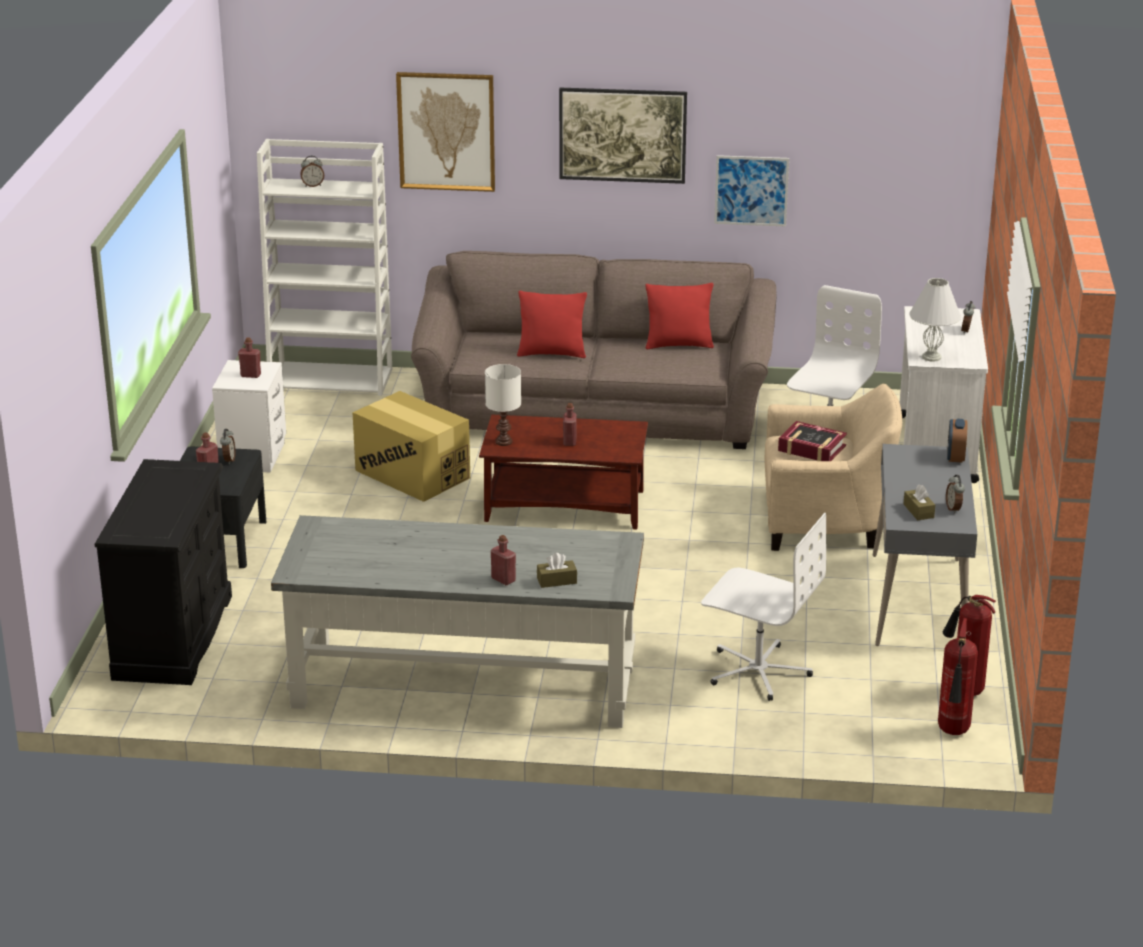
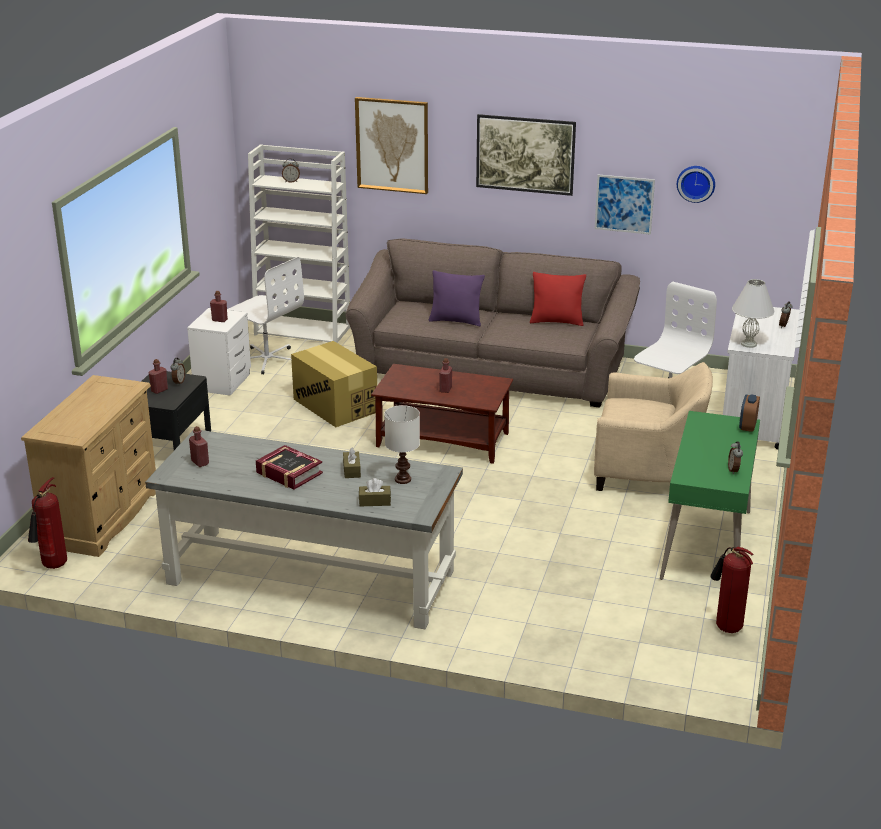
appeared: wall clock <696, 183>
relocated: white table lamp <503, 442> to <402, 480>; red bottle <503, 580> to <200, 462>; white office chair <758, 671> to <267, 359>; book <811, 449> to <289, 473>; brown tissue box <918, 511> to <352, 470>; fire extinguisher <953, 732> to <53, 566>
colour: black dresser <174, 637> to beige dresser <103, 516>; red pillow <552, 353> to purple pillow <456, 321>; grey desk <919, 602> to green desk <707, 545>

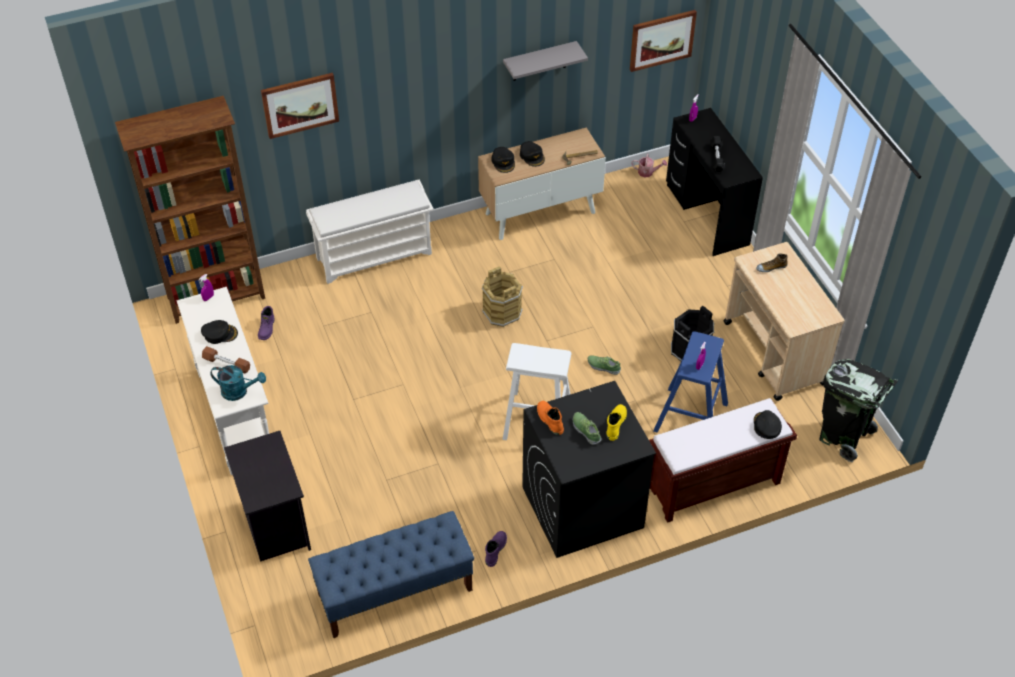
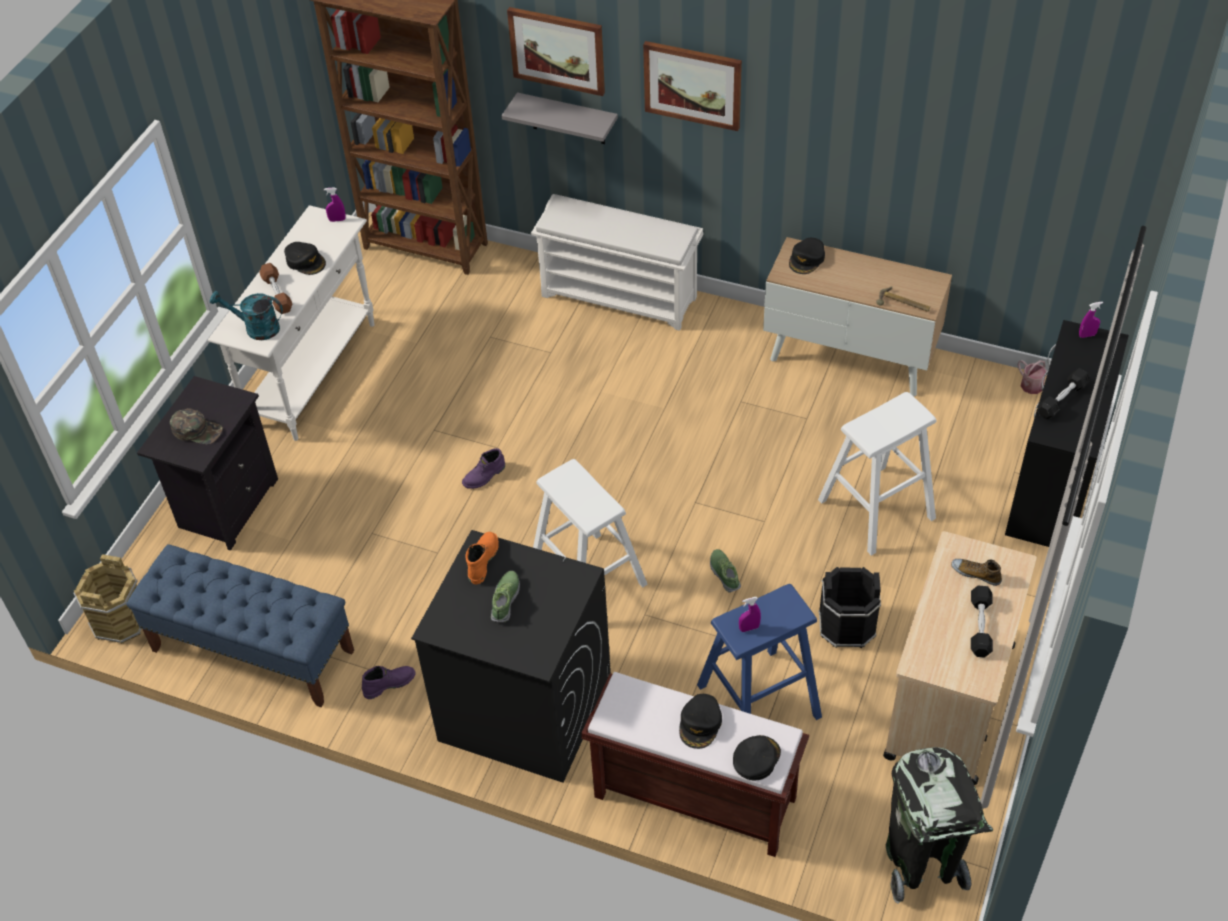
missing: yellow boot <615, 424>
appeared: green cap <197, 430>; white stool <876, 509>; black dumbbell <980, 626>
relocated: purple boot <267, 329> to <484, 476>; brown bucket <502, 312> to <121, 620>; grey shelf <539, 61> to <568, 119>; black cap <532, 156> to <700, 724>; picture <662, 40> to <693, 84>
spun: turquoise watering can <239, 391> = <256, 328> 135 degrees clockwise

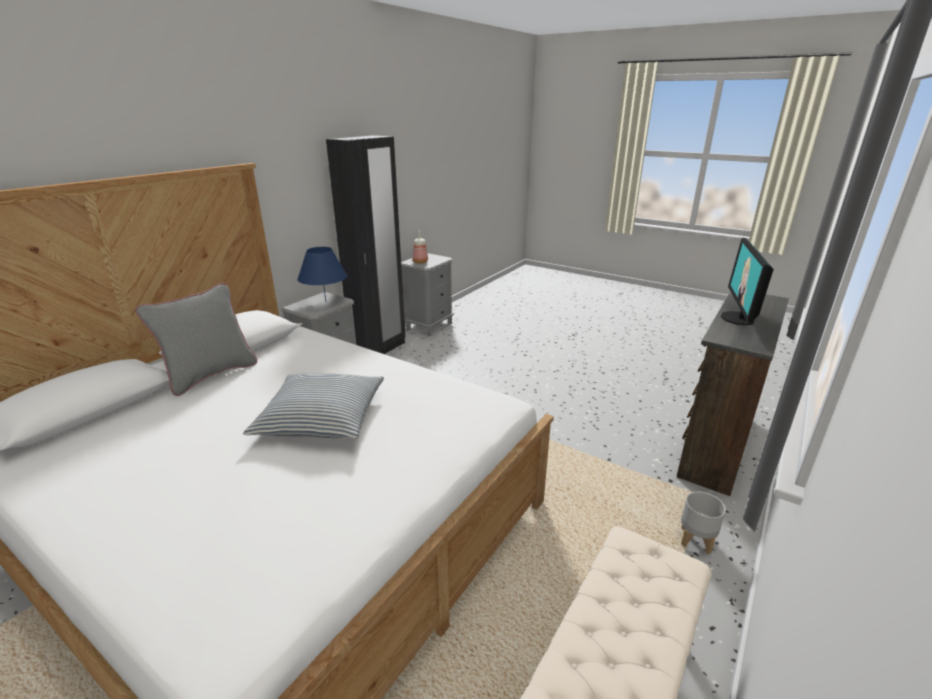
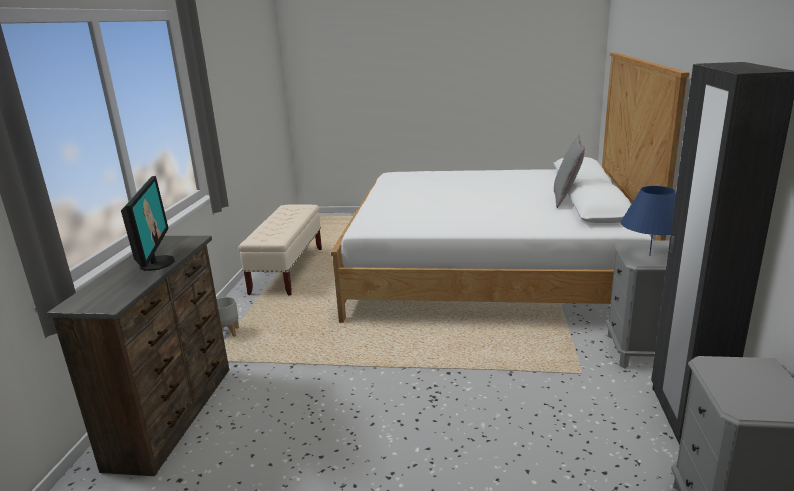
missing: pillow <321, 418>; bottle <420, 262>

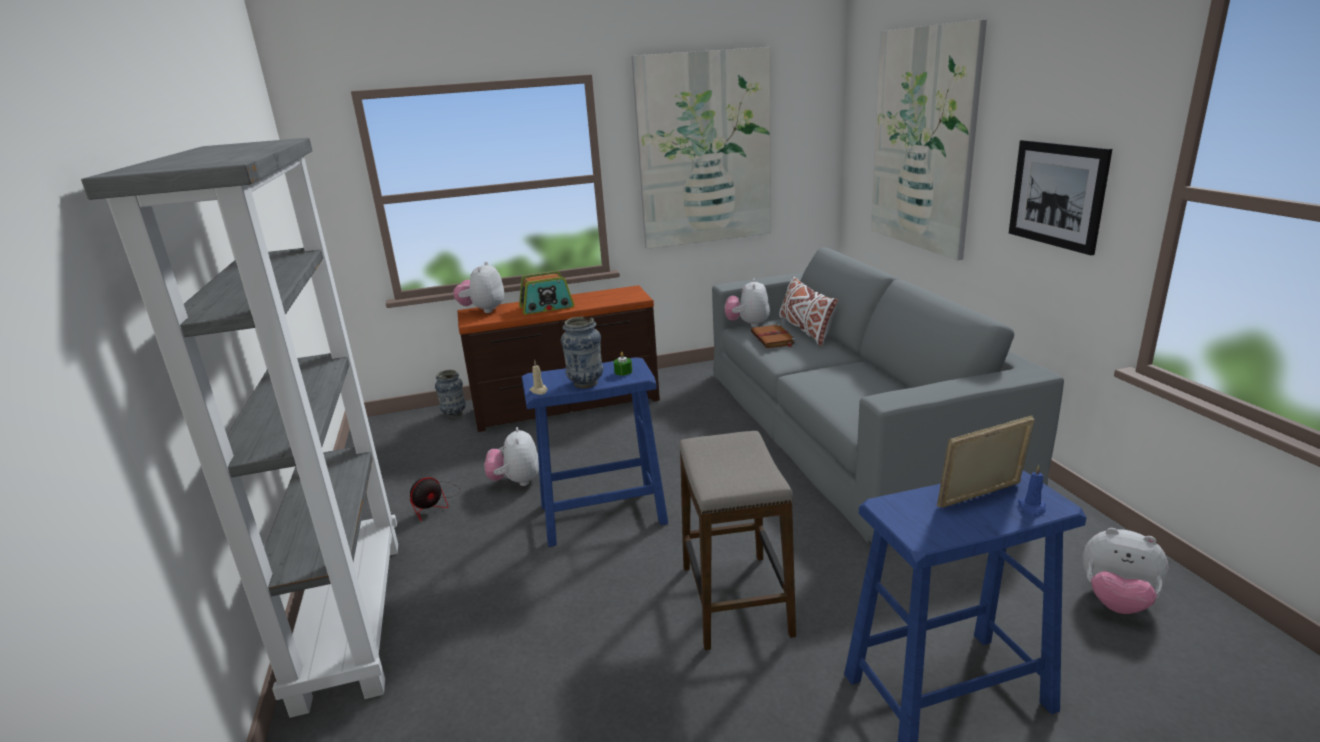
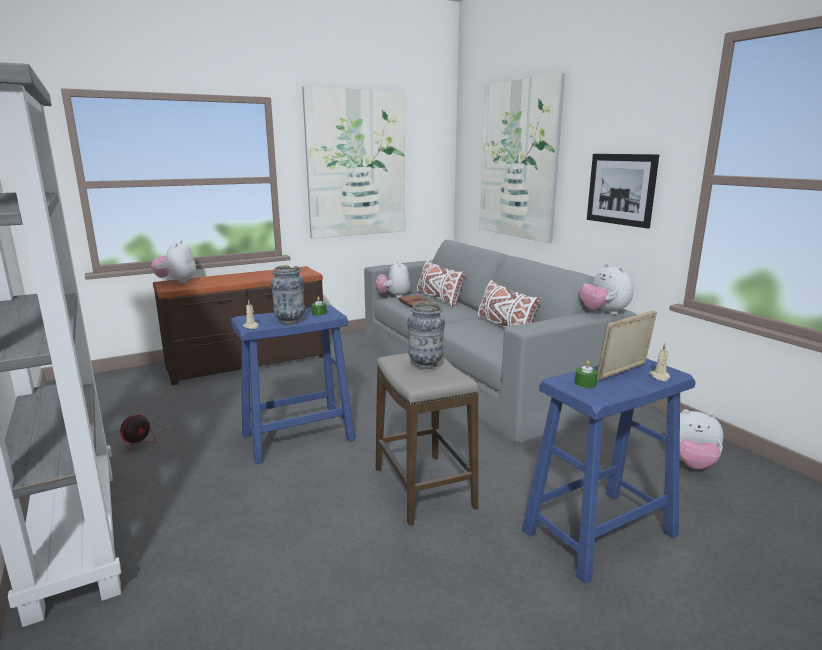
missing: radio <547, 307>
appeared: white pillow <505, 327>; green candle <585, 383>
relocated: vase <454, 414> to <425, 365>; plush toy <516, 481> to <604, 313>
colour: blue candle <1032, 508> to beige candle <660, 377>

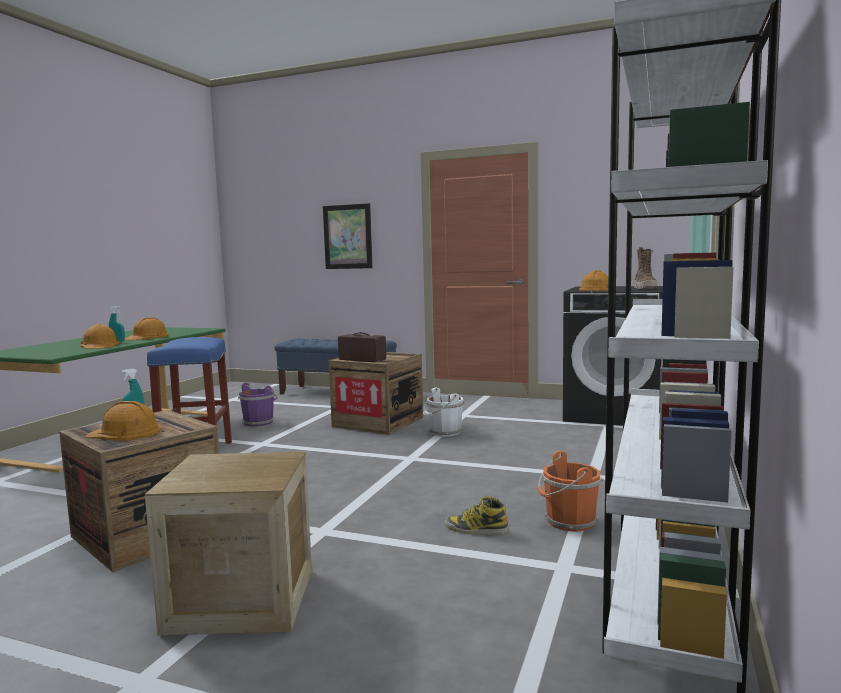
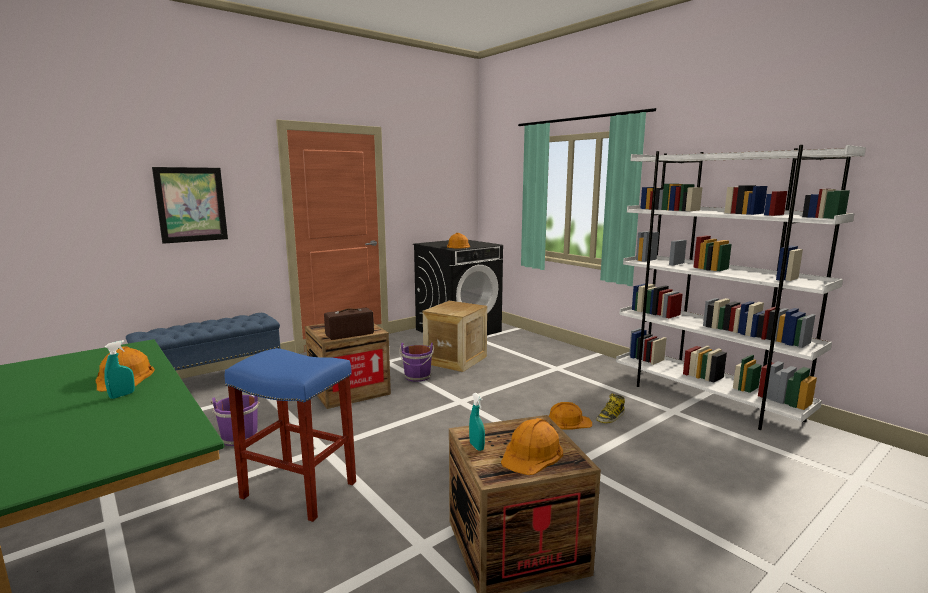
missing: orange bucket <569, 522>; boot <644, 288>
relocated: orange hard hat <100, 345> to <568, 421>; crate <241, 600> to <455, 360>
colour: white bucket <444, 432> to purple bucket <417, 377>

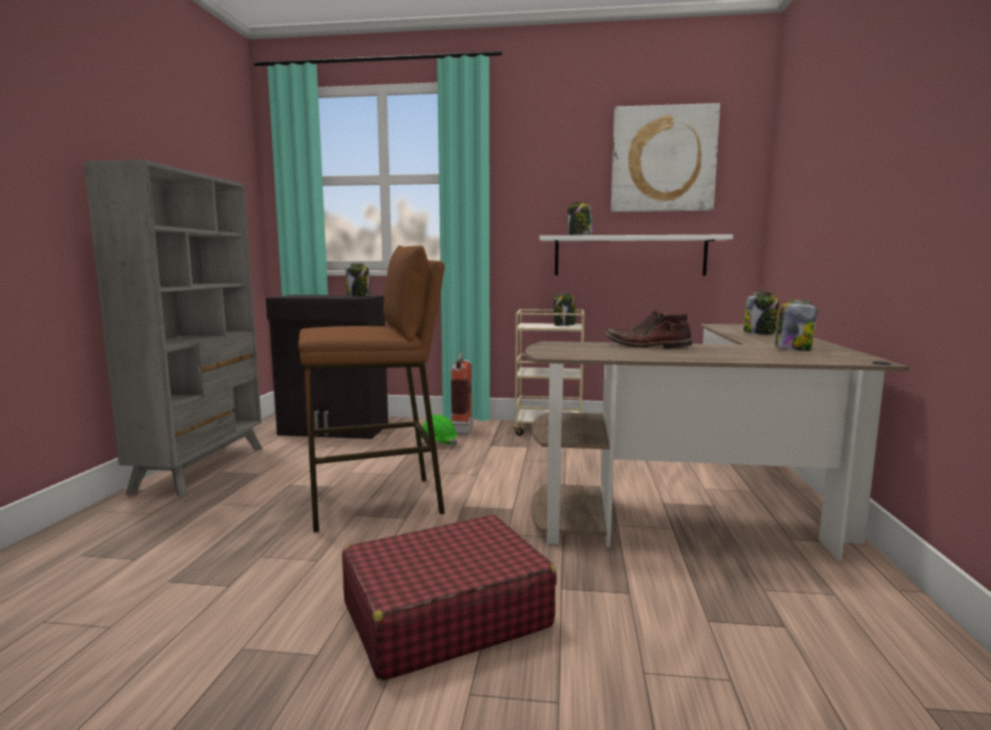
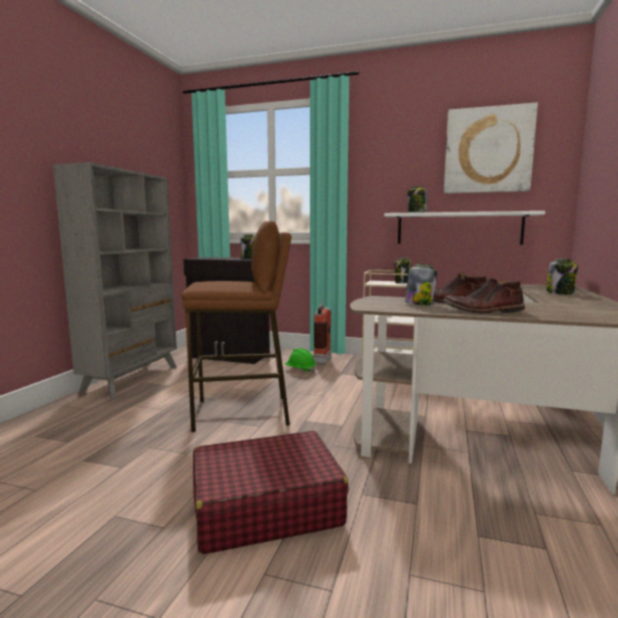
appeared: brown boot <483, 311>
relocated: jar <792, 349> to <419, 304>

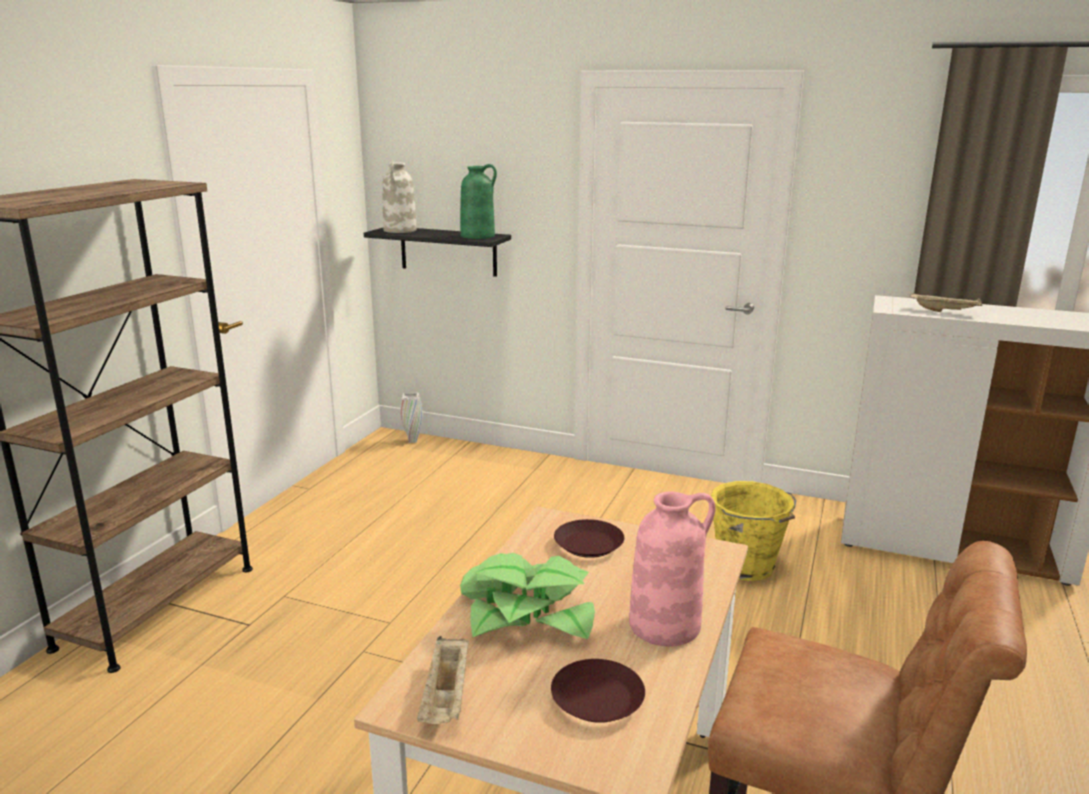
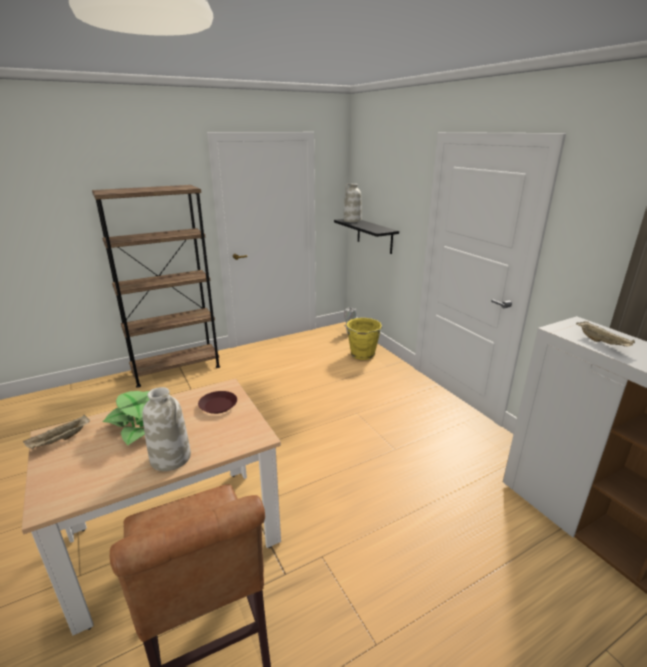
missing: green vase <478, 236>; brown plate <598, 699>
relocated: yellow bucket <747, 567> to <362, 355>
colour: pink vase <665, 625> to white vase <171, 458>

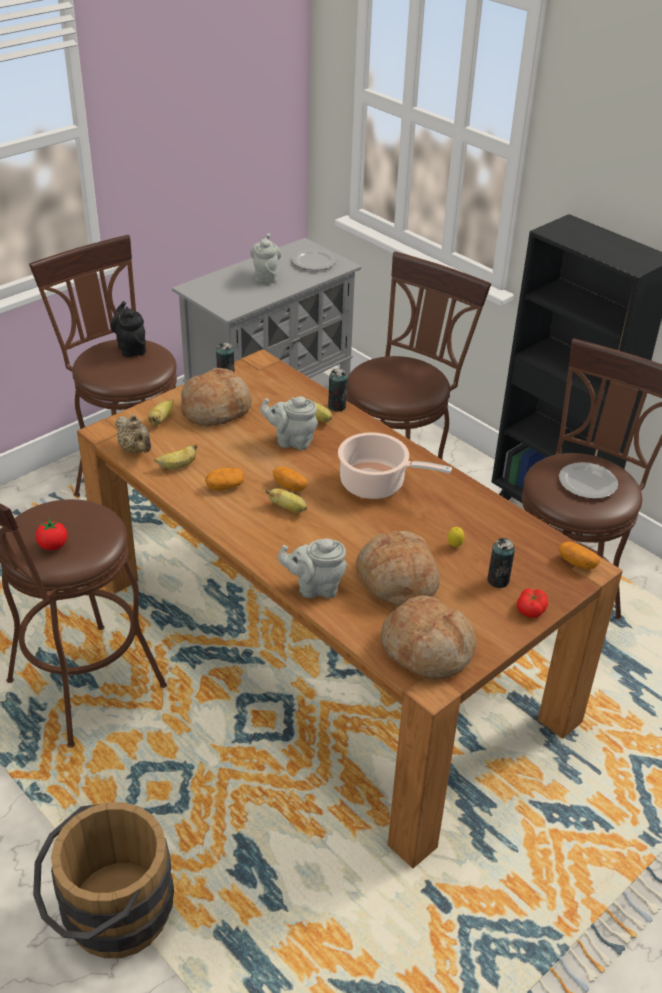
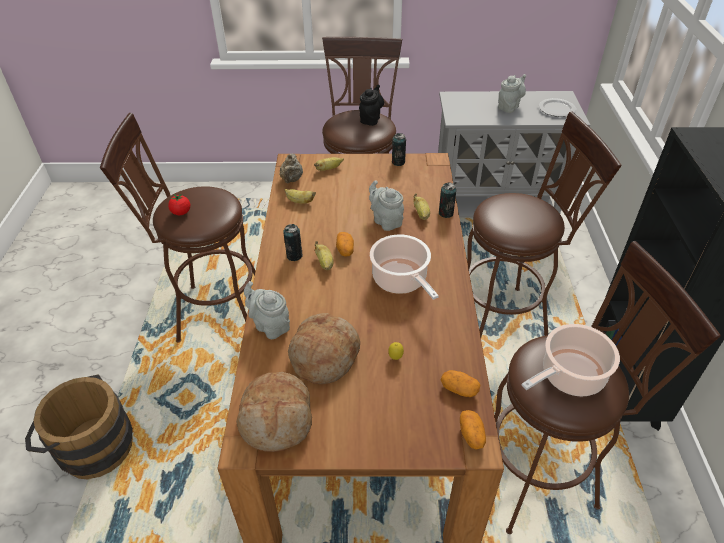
missing: bread <216, 409>; tomato <531, 609>
relocated: potato <225, 486> to <459, 389>; can <498, 580> to <294, 255>
exchanged: plate <586, 483> to cooking pot <569, 376>

